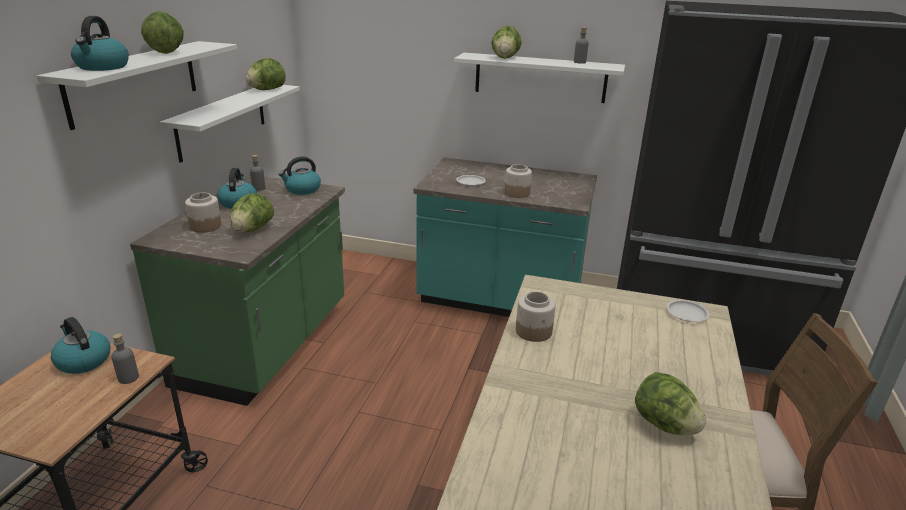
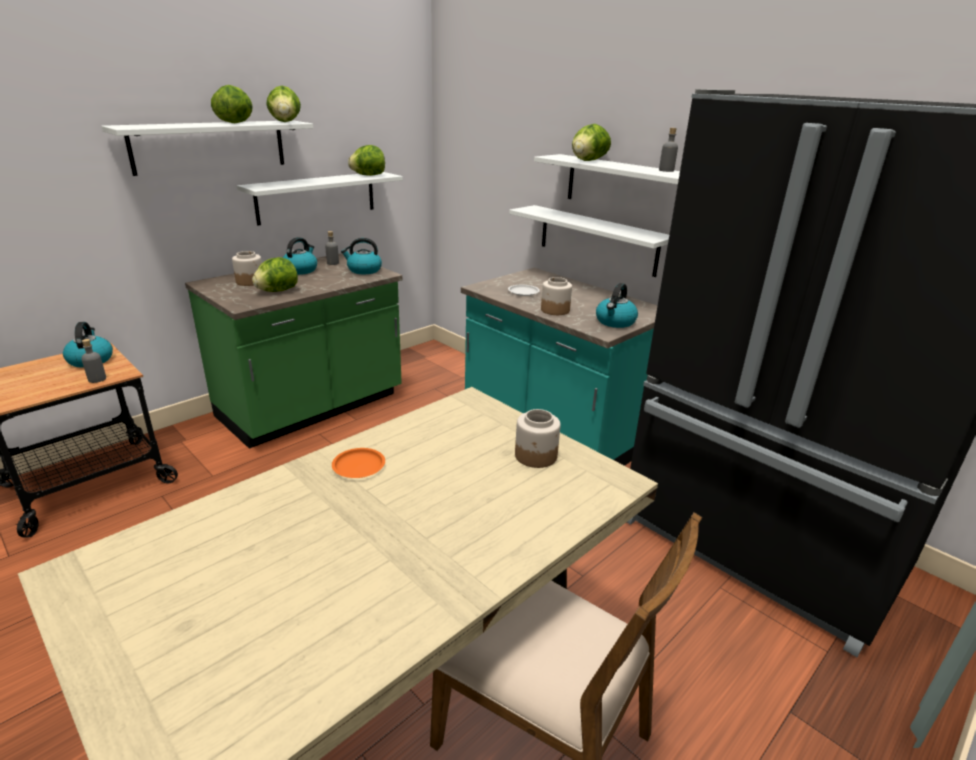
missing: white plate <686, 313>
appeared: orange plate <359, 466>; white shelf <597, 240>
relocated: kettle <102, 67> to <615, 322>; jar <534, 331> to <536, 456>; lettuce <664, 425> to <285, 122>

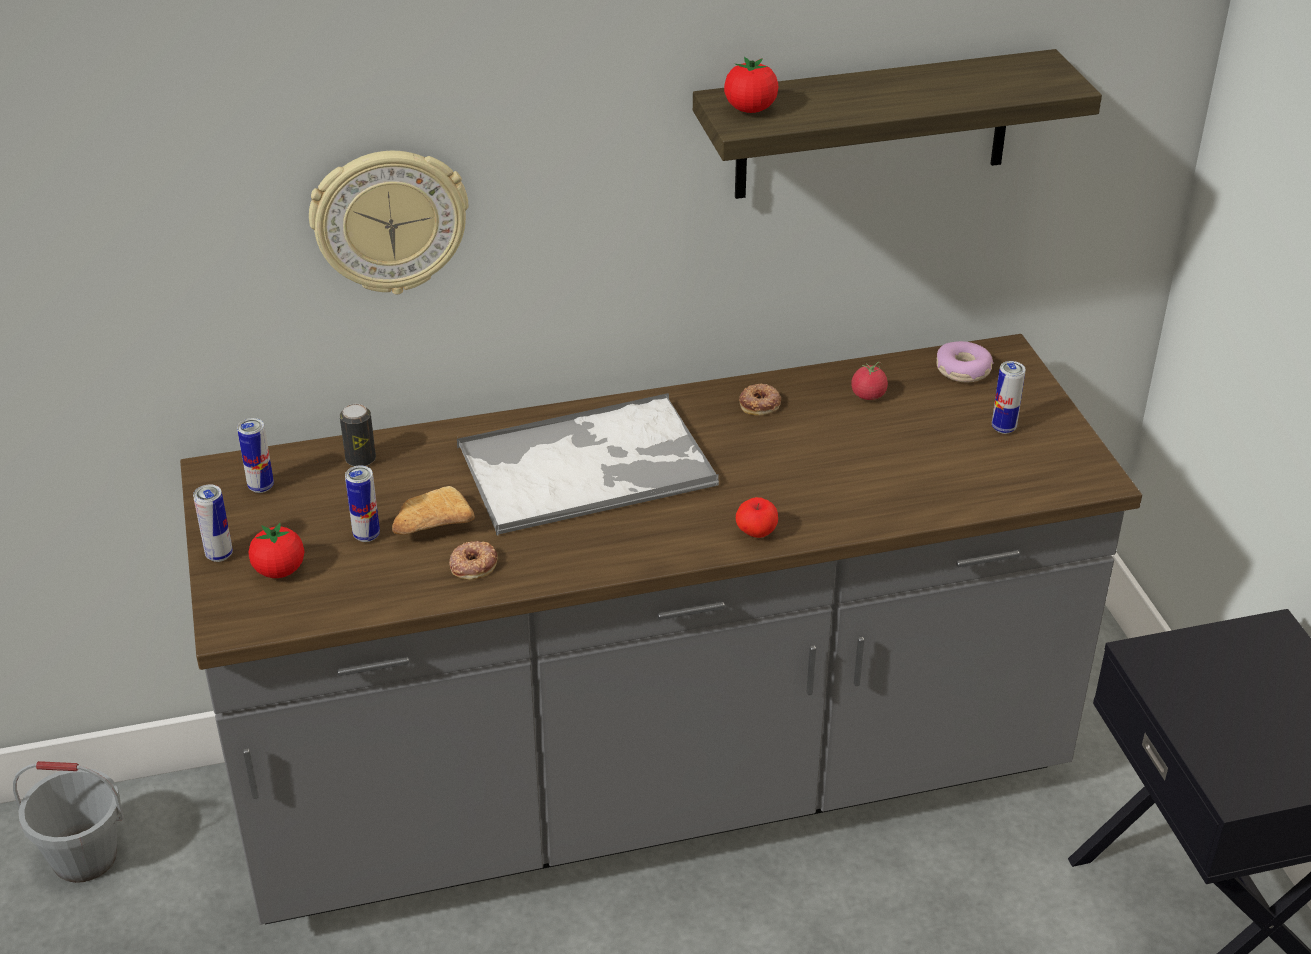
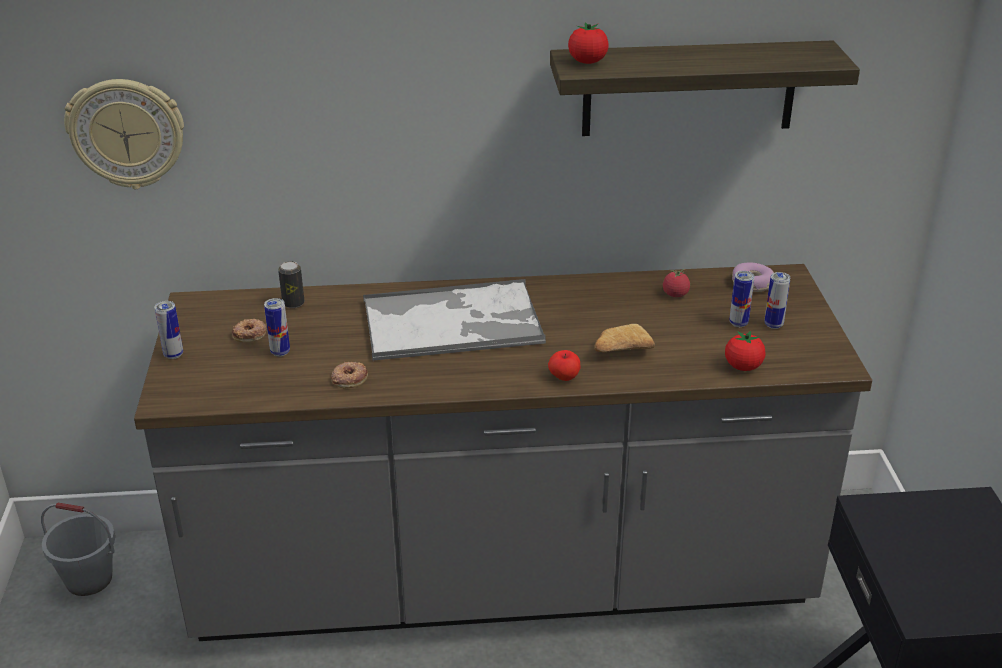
relocated: can <261, 486> to <738, 323>; tomato <279, 570> to <743, 367>; wall clock <389, 221> to <127, 133>; bread <430, 527> to <619, 351>; donut <760, 404> to <250, 334>

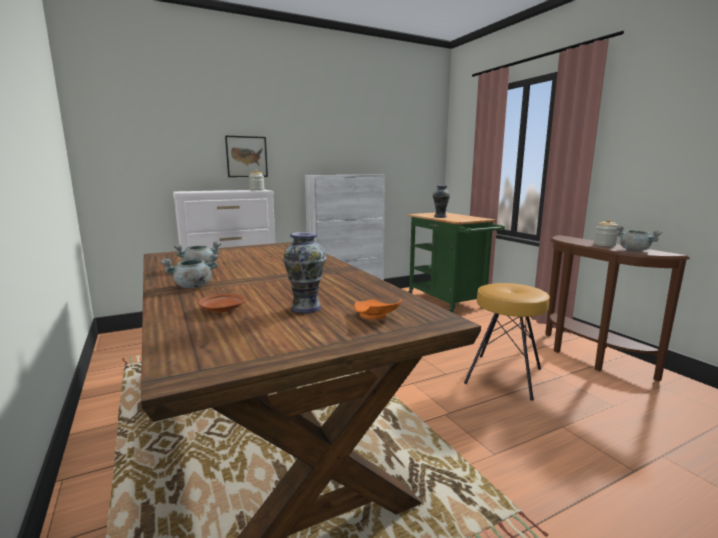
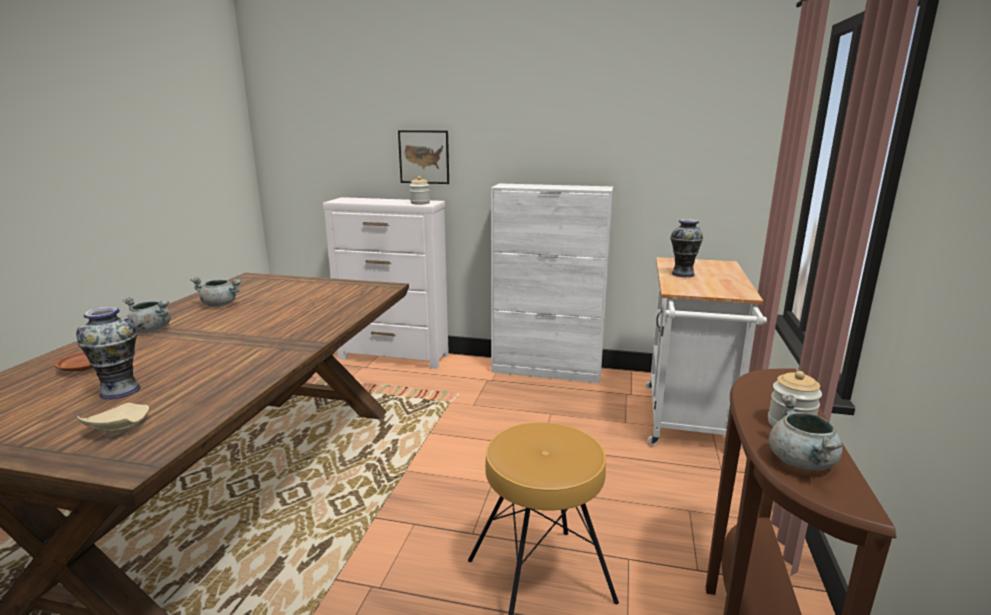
colour: orange plate <375, 316> to beige plate <117, 428>; green cart <448, 302> to white cart <687, 423>

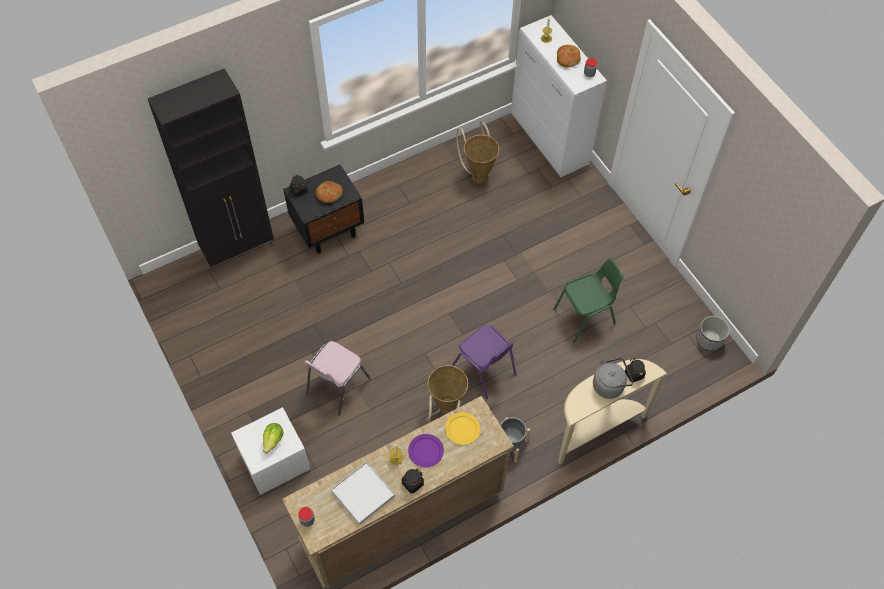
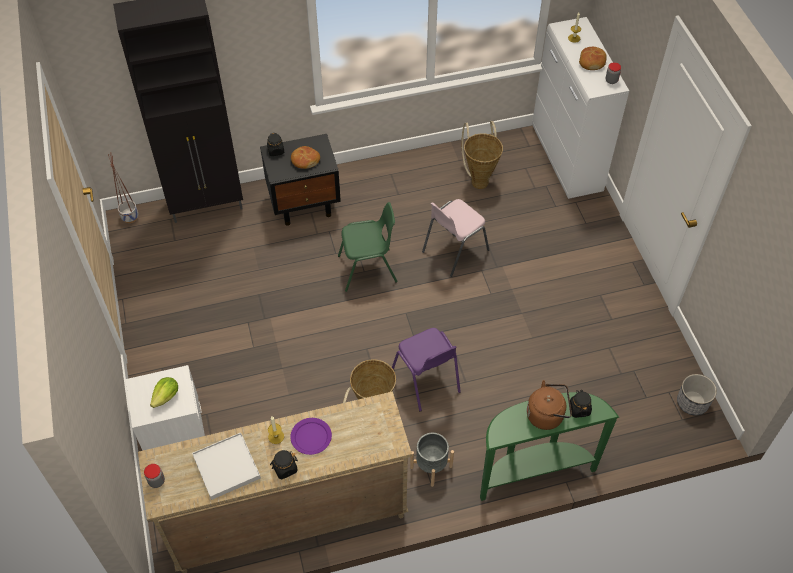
missing: yellow plate <462, 429>
appeared: planter <129, 217>
relocated: pink chair <337, 386> to <454, 251>; green chair <585, 317> to <368, 269>
colour: beige console table <595, 429> to green console table <533, 471>; grey kettle <610, 385> to brown kettle <547, 415>

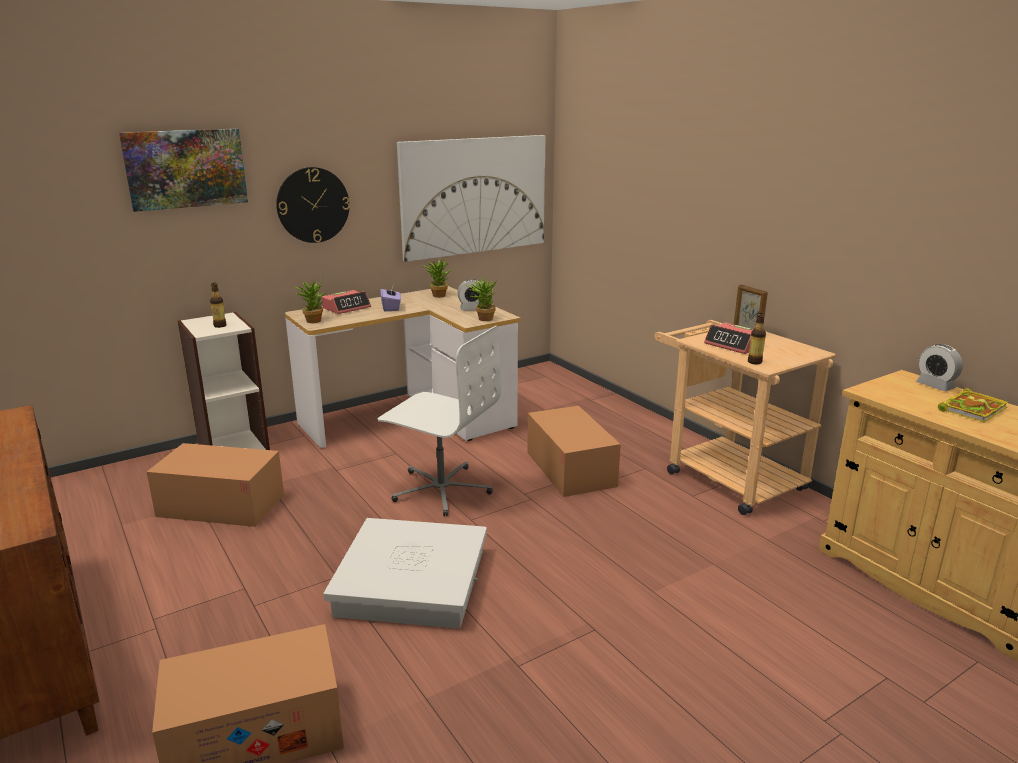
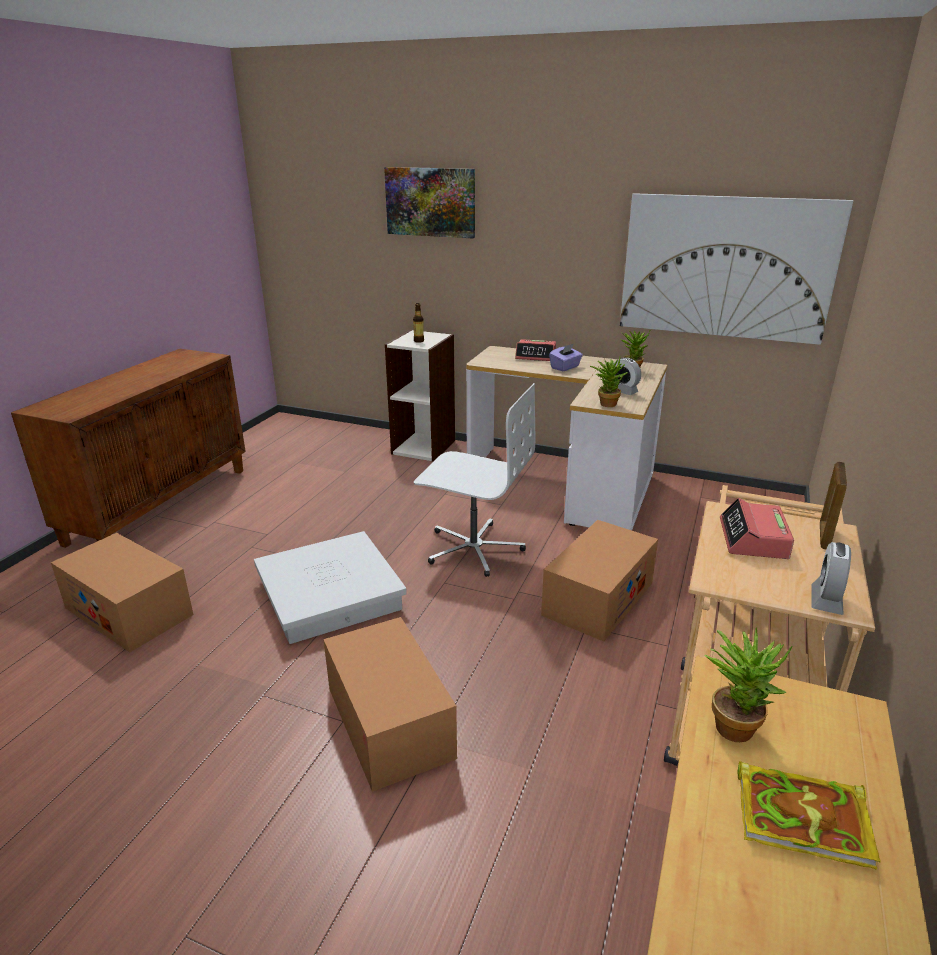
missing: wall clock <313, 205>; bottle <754, 362>
relocated: cardboard box <221, 505> to <389, 722>; potted plant <313, 320> to <735, 723>; alarm clock <935, 386> to <826, 600>
spun: white office chair <441, 489> = <473, 548> 60 degrees counterclockwise

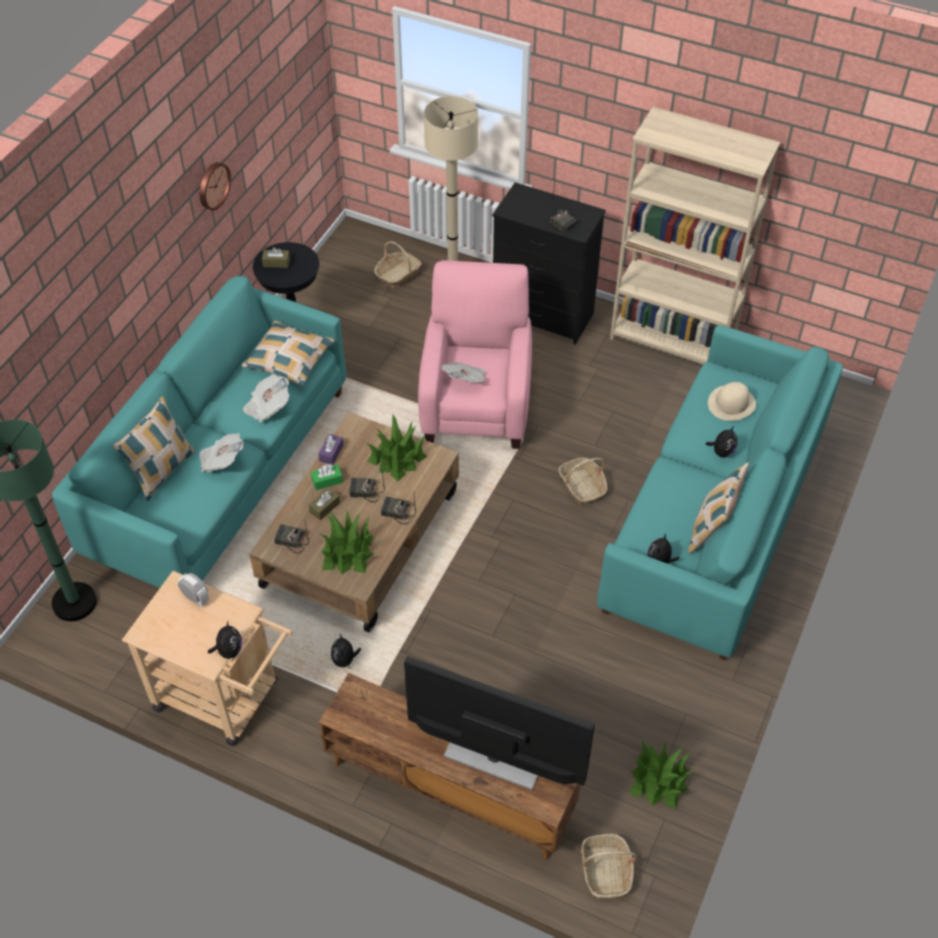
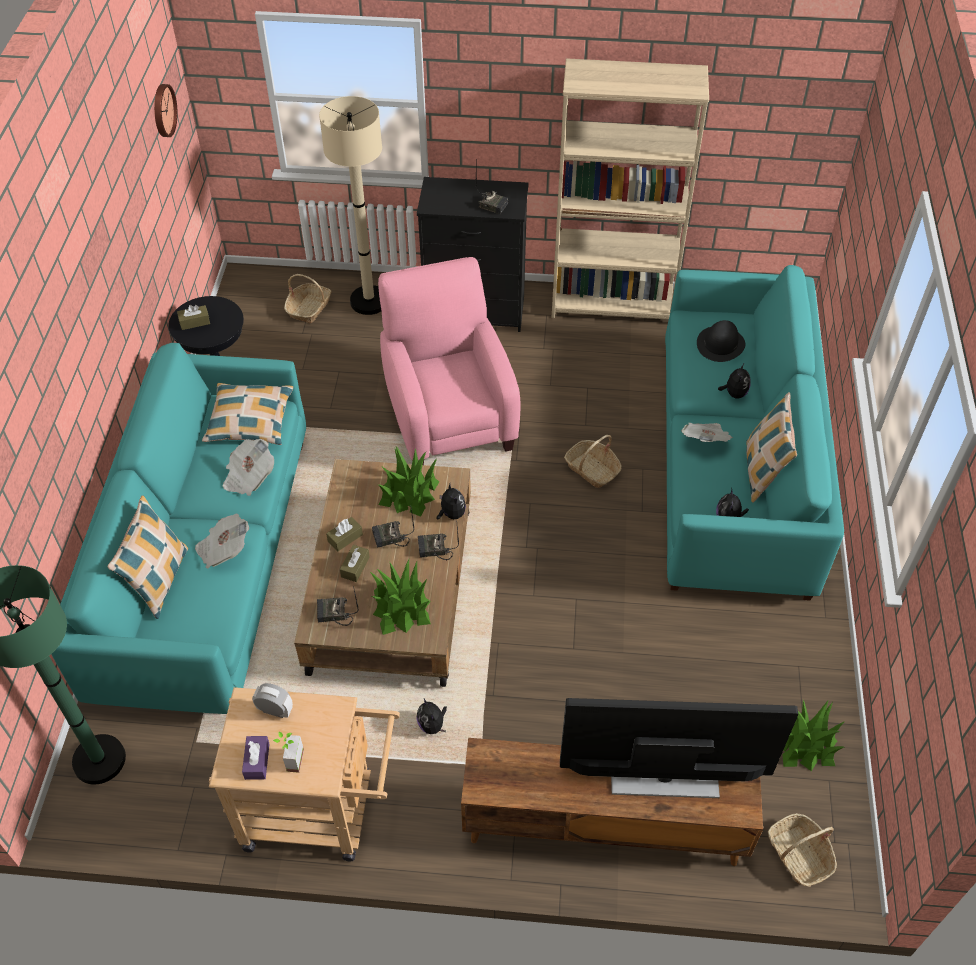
appeared: potted plant <290, 760>
relocated: wall clock <212, 185> to <162, 110>; plush toy <229, 651> to <451, 514>; purple tissue box <331, 453> to <257, 761>; newspaper <466, 380> to <705, 441>
colour: green tissue box <327, 481> to brown tissue box <345, 538>; beige hat <731, 403> to black hat <720, 344>

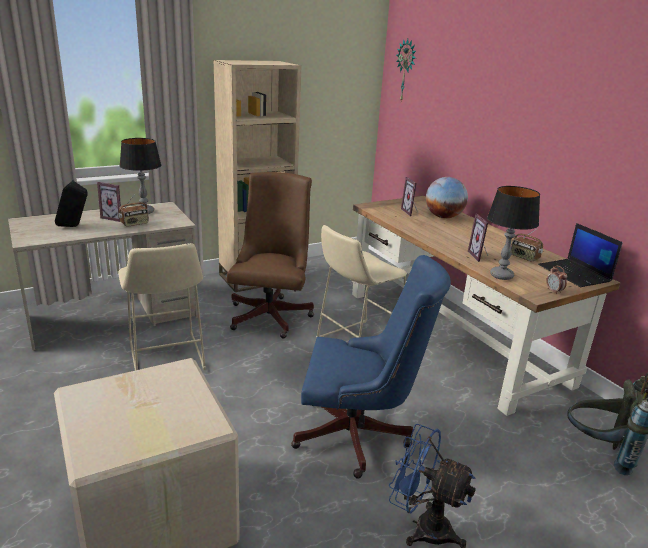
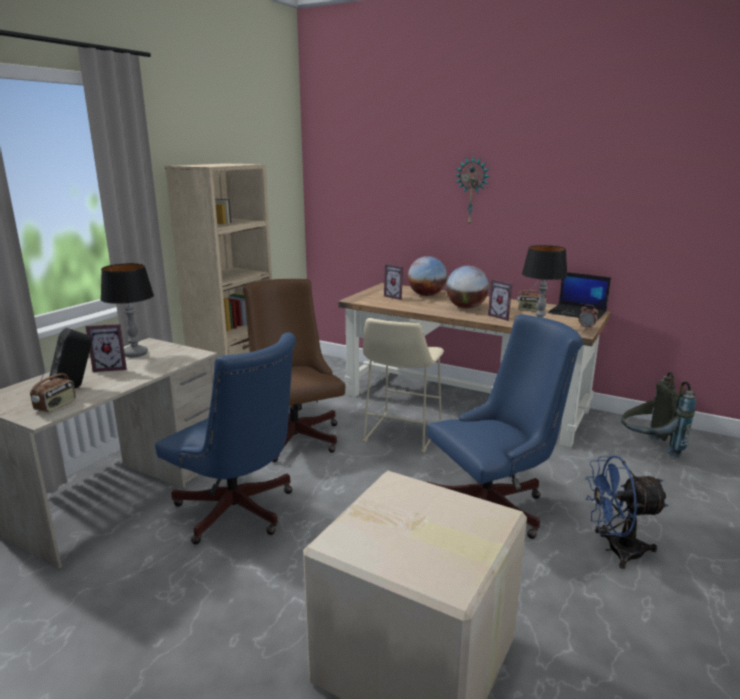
appeared: globe <466, 307>
relocated: radio <135, 224> to <56, 406>; wall clock <406, 71> to <472, 191>
exchanged: beige stool <166, 359> to blue office chair <239, 513>

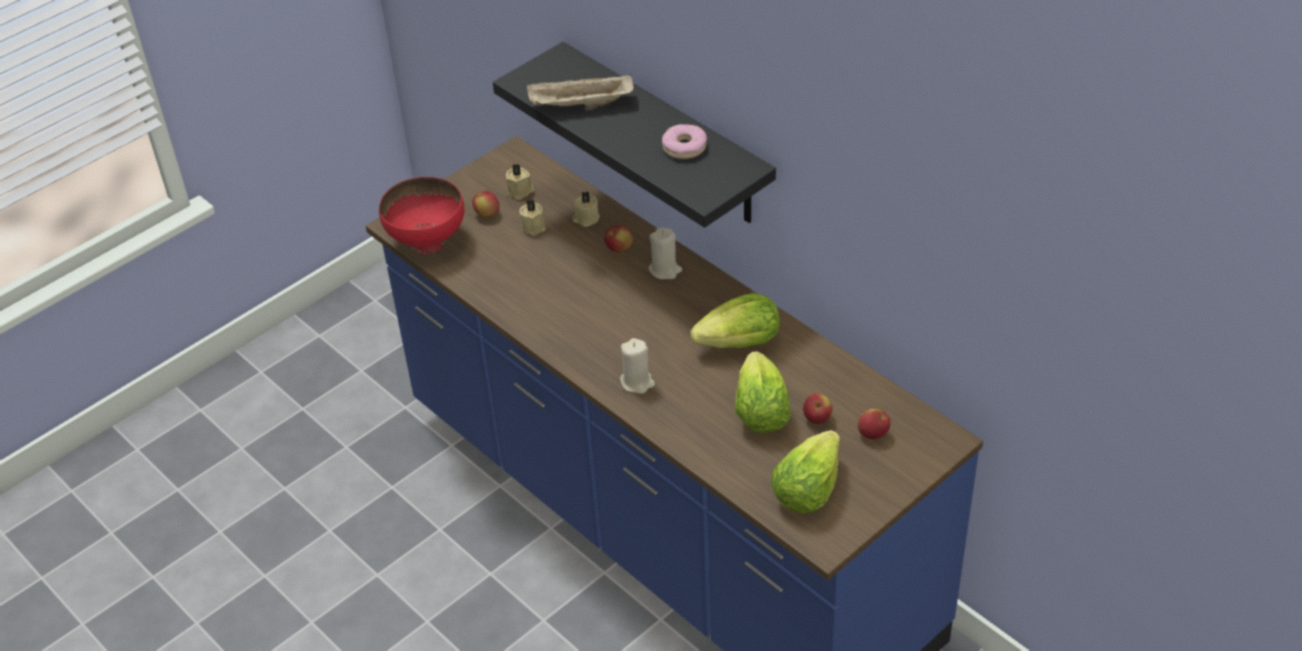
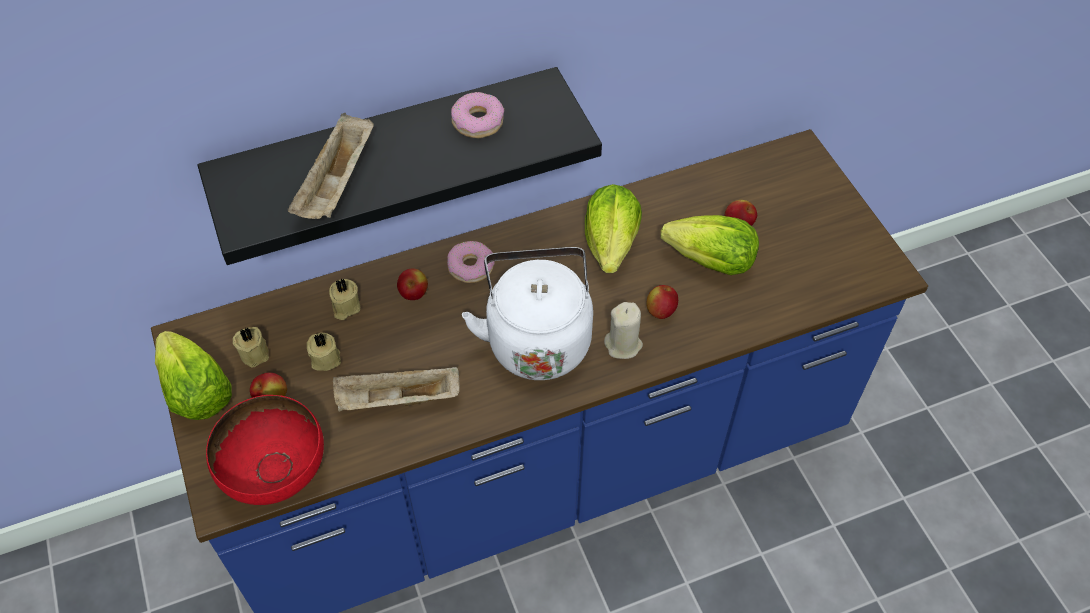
appeared: beige tray <397, 400>; white kettle <537, 338>
relocated: lettuce <807, 490> to <197, 393>; apple <873, 434> to <660, 311>
exchanged: beige candle <665, 270> to donut <471, 266>

